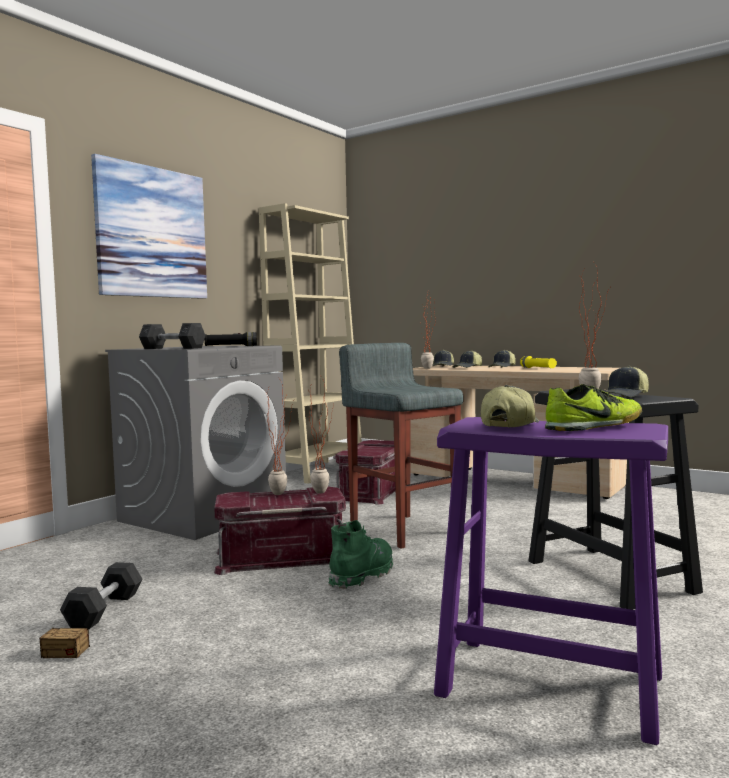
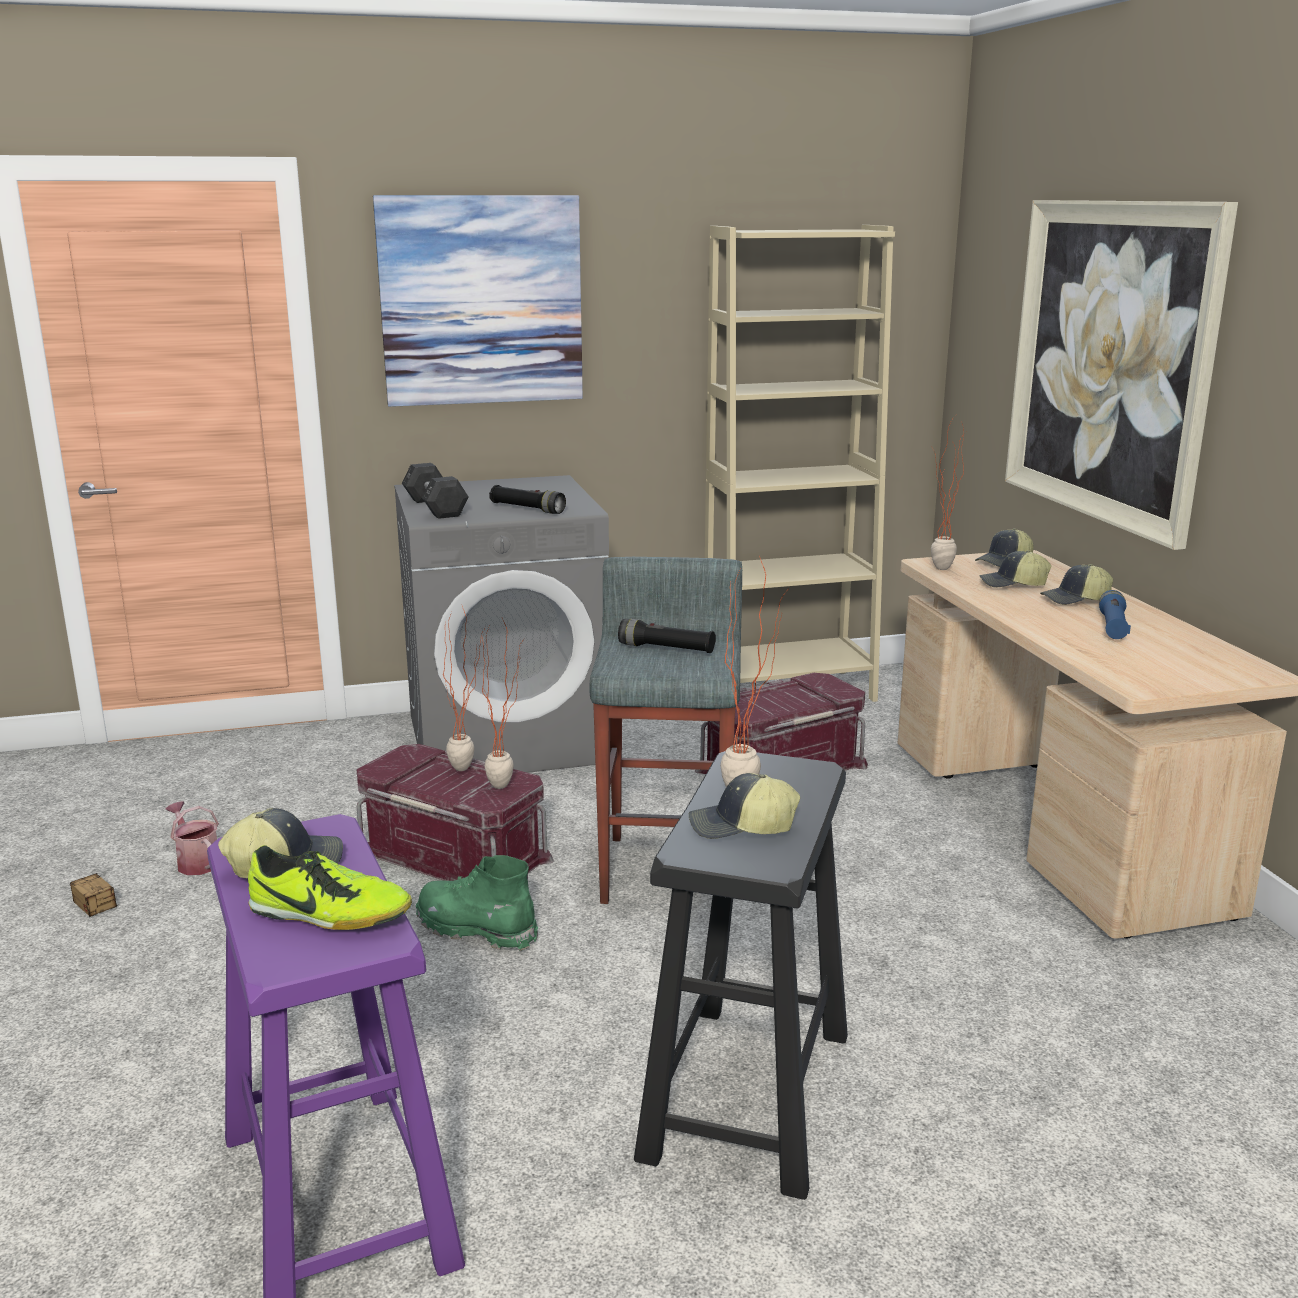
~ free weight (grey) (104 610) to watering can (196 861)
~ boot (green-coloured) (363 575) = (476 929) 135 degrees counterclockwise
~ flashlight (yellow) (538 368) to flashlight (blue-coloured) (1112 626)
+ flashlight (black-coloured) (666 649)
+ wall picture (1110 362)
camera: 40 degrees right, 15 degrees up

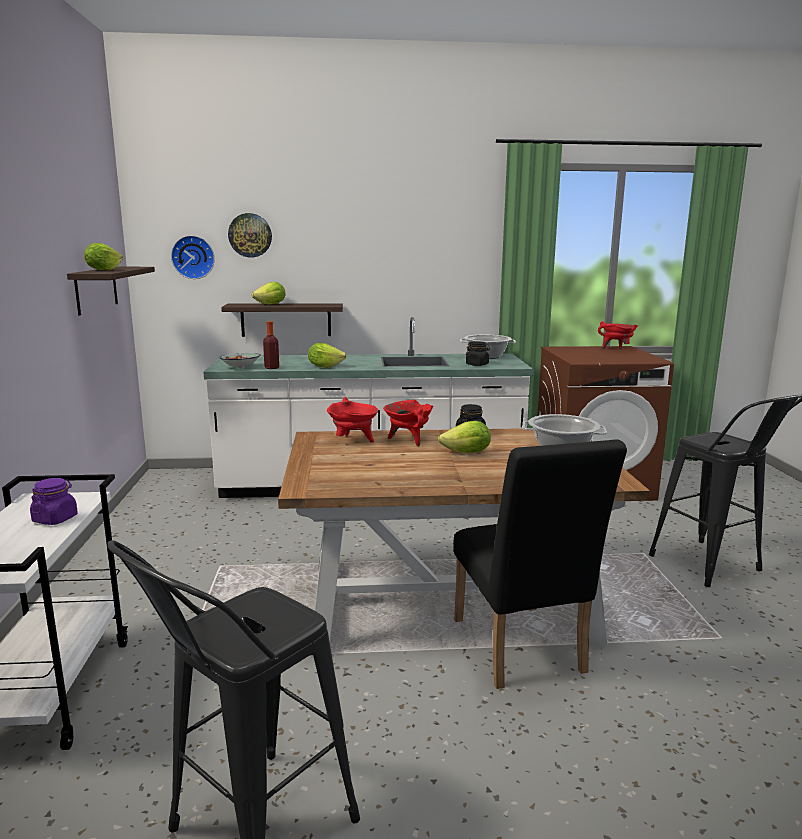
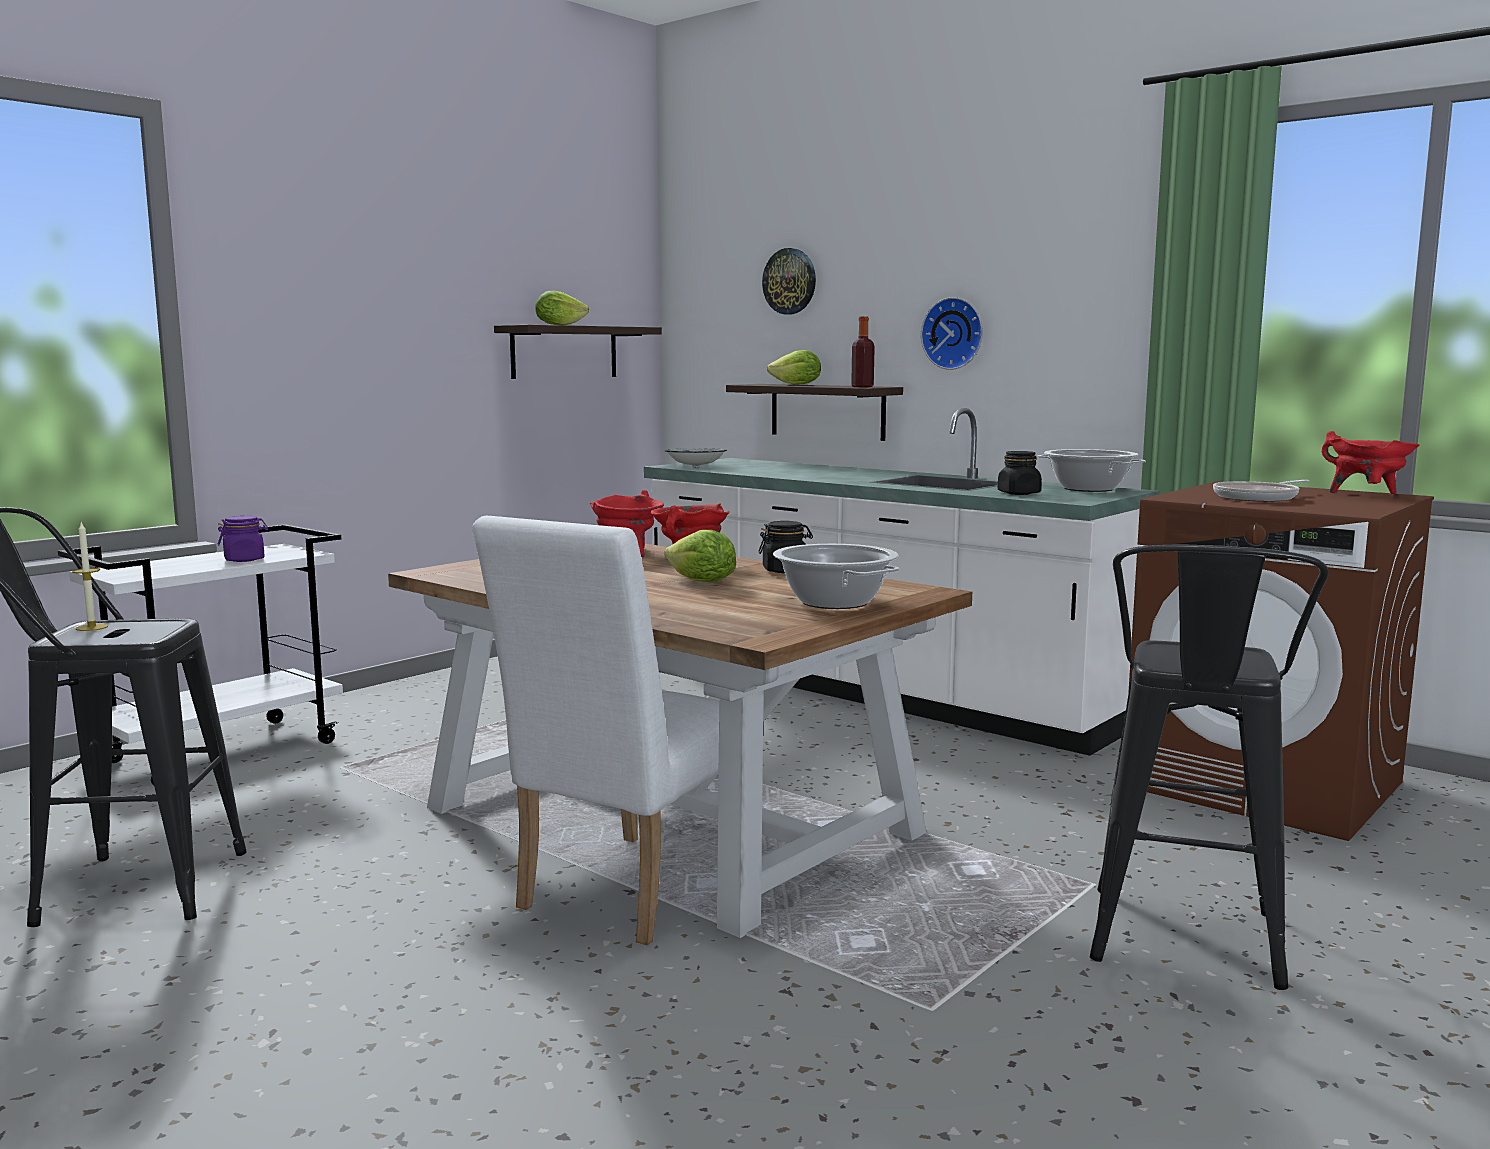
~ wall clock (193 257) to (954 333)
~ beverage bottle (271 368) to (862 387)
- lettuce (325 366)
~ plain chair (black-coloured) (521 652) to plain chair (white) (623 894)
+ candle (92 627)
+ skillet (1259 497)
camera: 45 degrees right, 5 degrees down

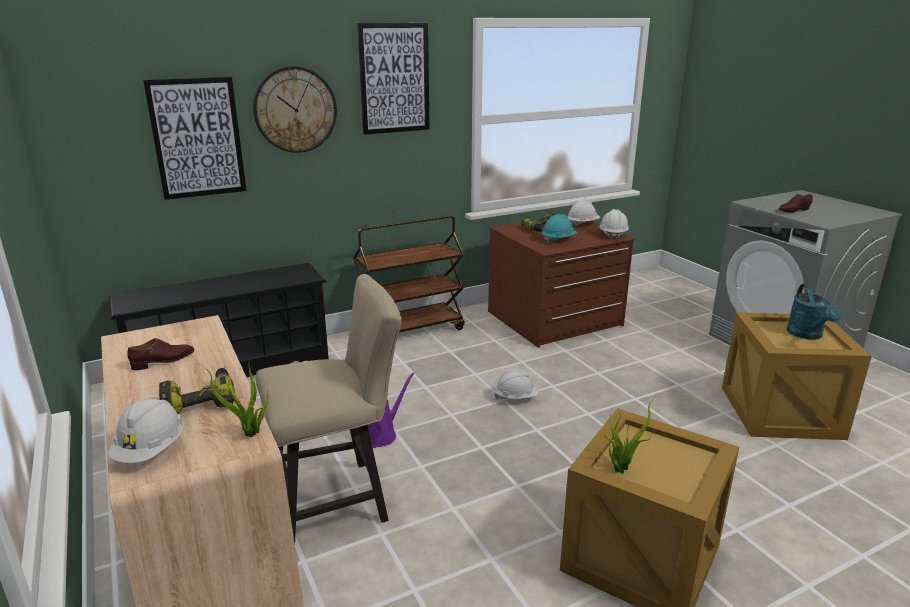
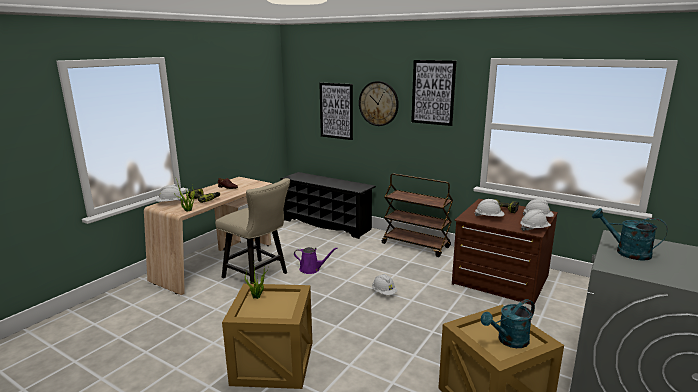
~ work helmet (turquoise-coloured) (558 240) to work helmet (white) (489 217)
~ item of footwear (brownish) (793 210) to watering can (turquoise-coloured) (626 252)
camera: 60 degrees right, 5 degrees down

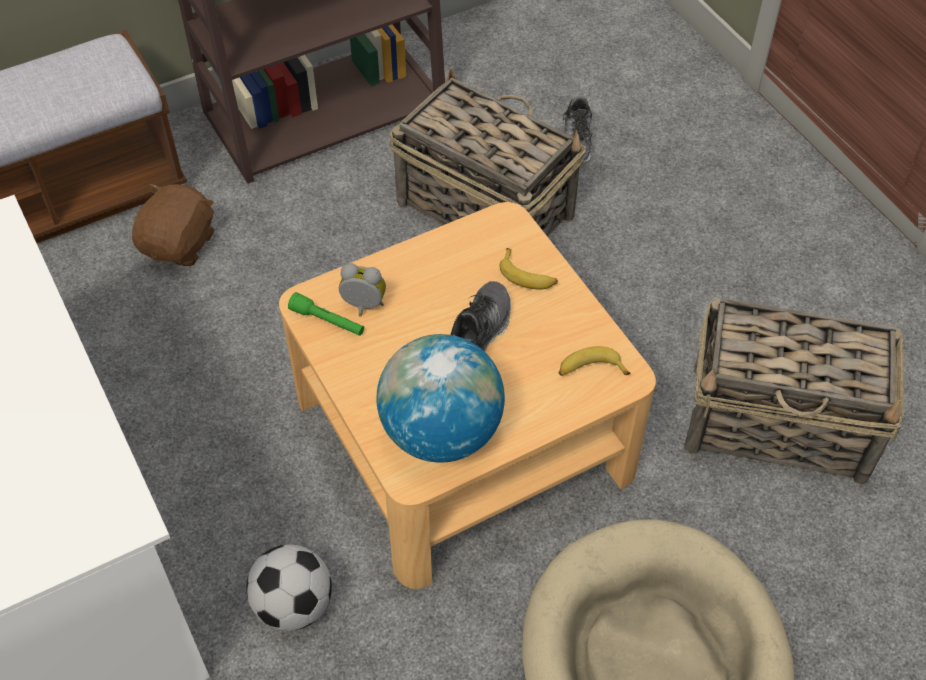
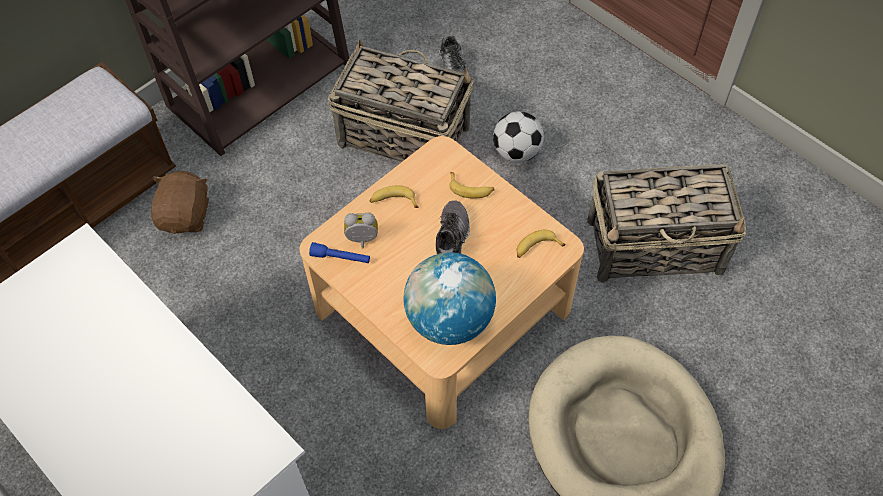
~ football (294 605) to (517 152)
~ flashlight (green-coloured) (327 321) to flashlight (blue-coloured) (340 258)
+ banana fruit (393 201)
camera: 15 degrees left, 5 degrees up

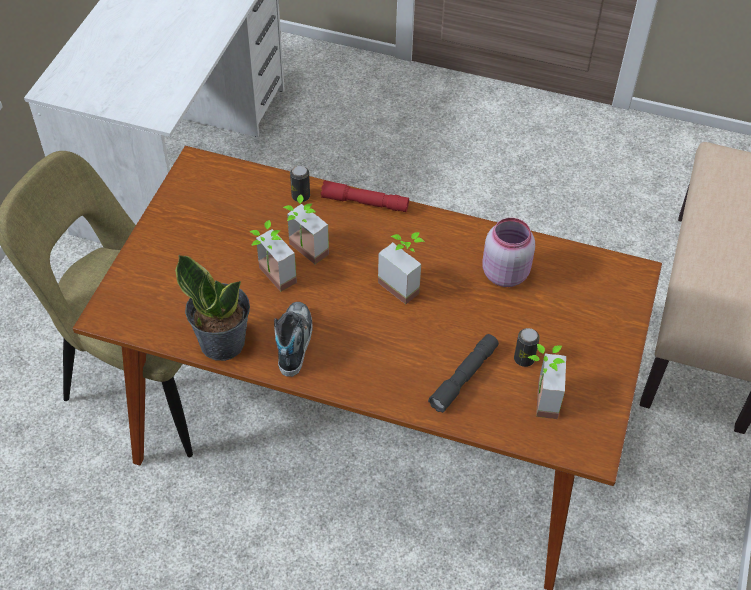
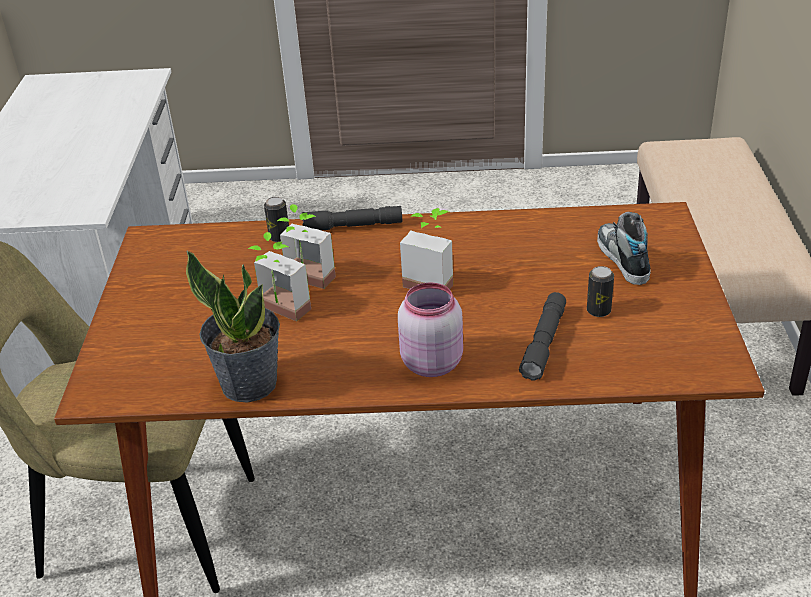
~ item of footwear (294 342) to (622 259)
~ flashlight (red) (365 202) to flashlight (grey) (353 226)
~ preserve jar (pink-coloured) (505 272) to (431 362)
- houseplant (538 399)
camera: 15 degrees left, 15 degrees down

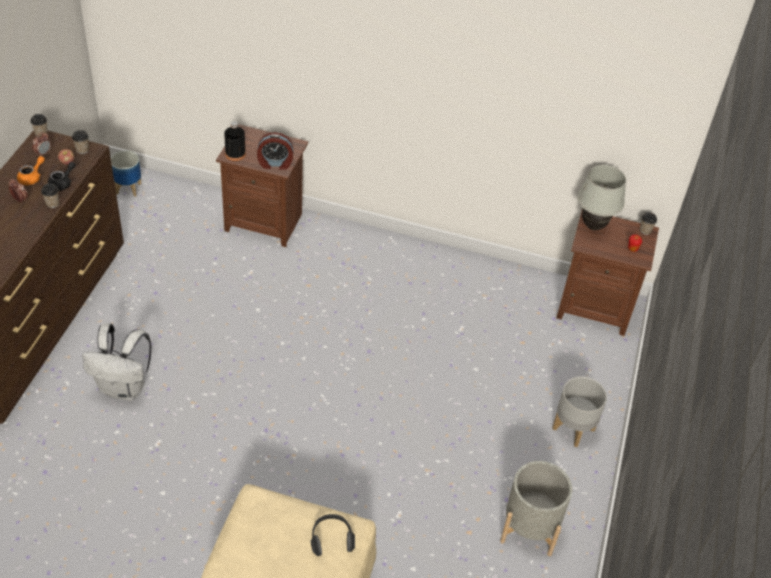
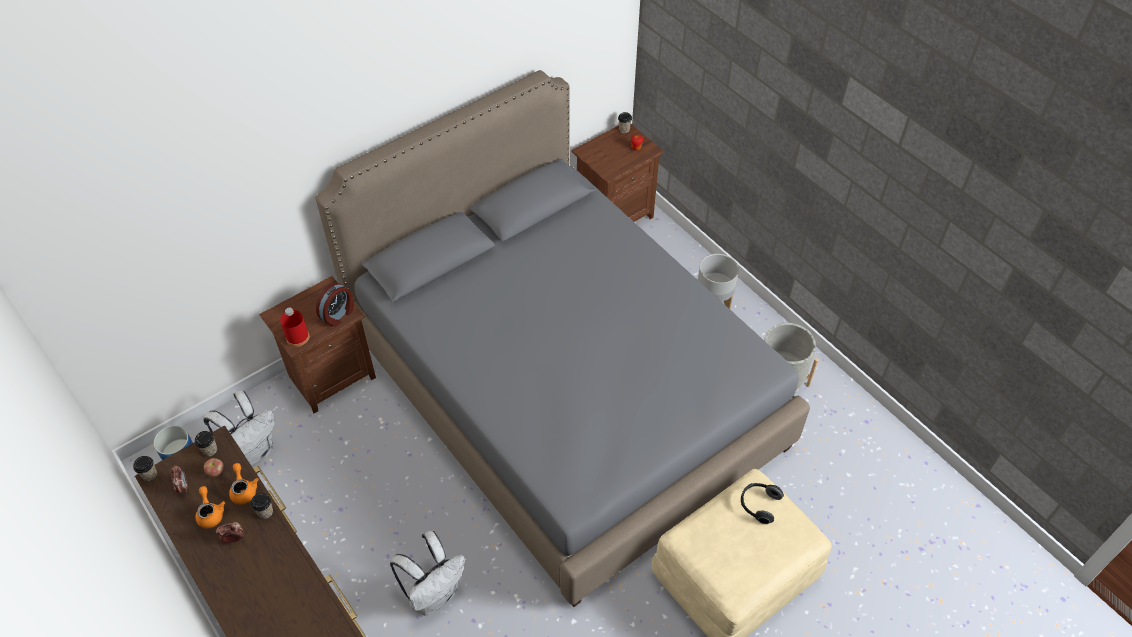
~ tea pot (black-coloured) (63 183) to tea pot (orange) (244 490)
~ beverage bottle (black-coloured) (235 154) to beverage bottle (red) (298 337)
- lamp for a table (white) (593 226)
+ backpack (white) (252 452)
+ bed (grey) (565 391)
camera: 50 degrees left, 5 degrees up

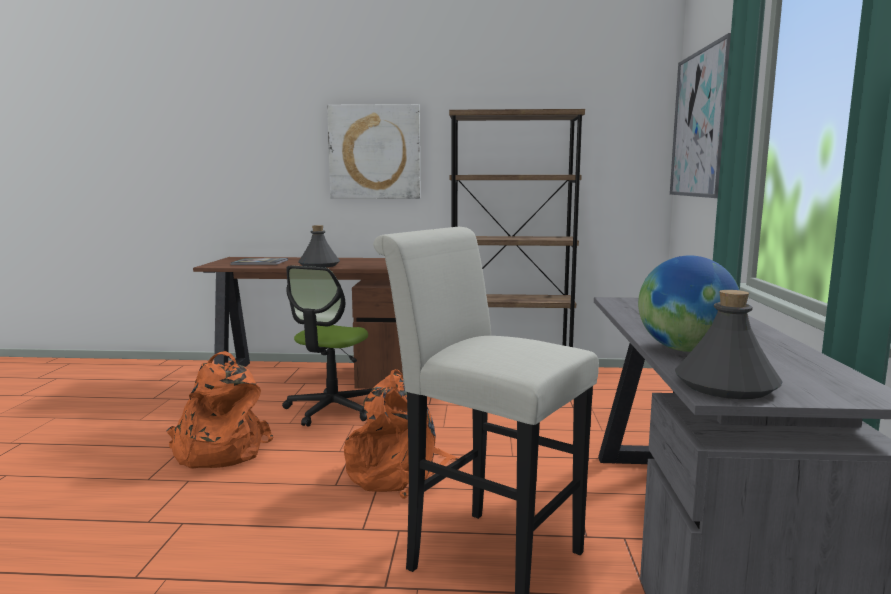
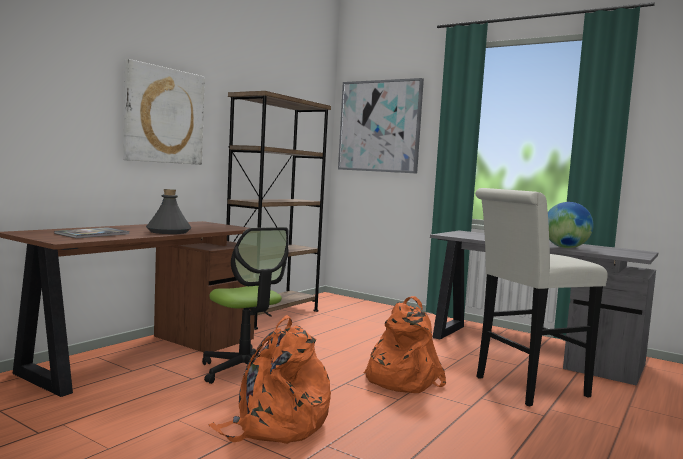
- beverage bottle (grey) (726 385)
camera: 60 degrees left, 5 degrees down

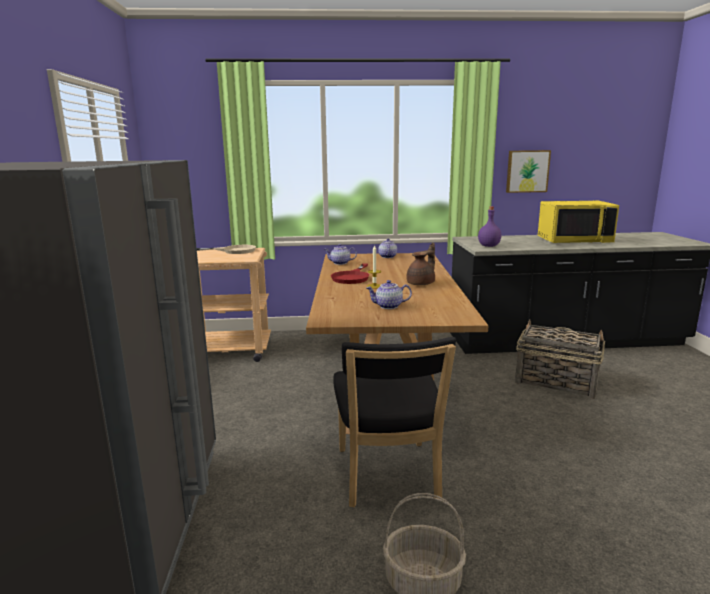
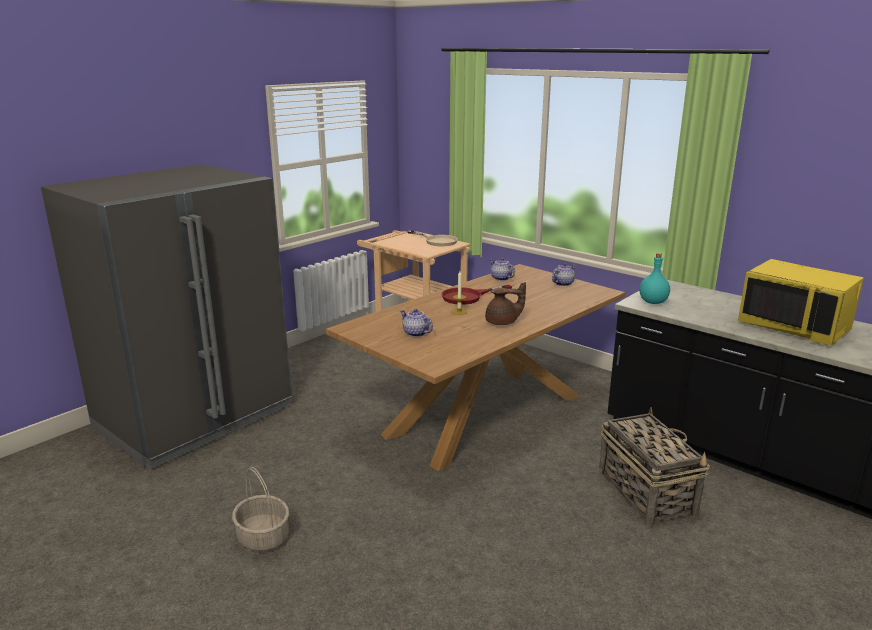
- plain chair (black-coloured) (388 477)
~ beverage bottle (purple-coloured) (488 246) to beverage bottle (turquoise-coloured) (652 302)
- wall picture (527 171)
camera: 45 degrees right, 5 degrees up

